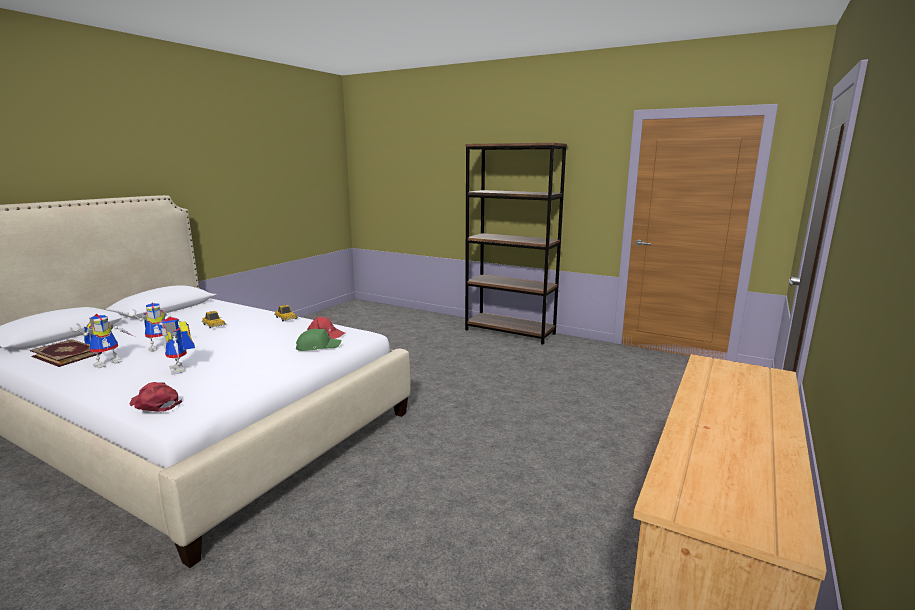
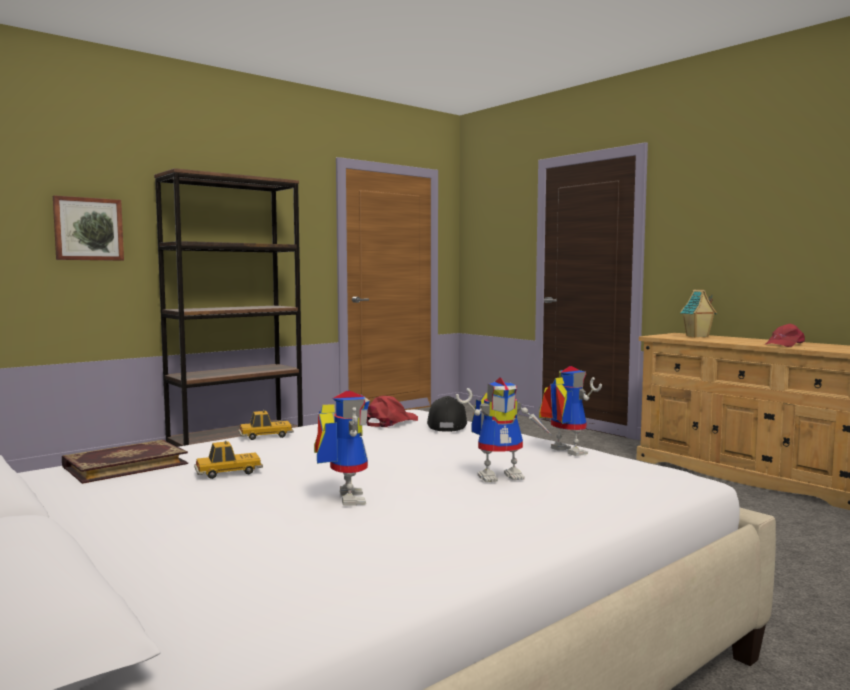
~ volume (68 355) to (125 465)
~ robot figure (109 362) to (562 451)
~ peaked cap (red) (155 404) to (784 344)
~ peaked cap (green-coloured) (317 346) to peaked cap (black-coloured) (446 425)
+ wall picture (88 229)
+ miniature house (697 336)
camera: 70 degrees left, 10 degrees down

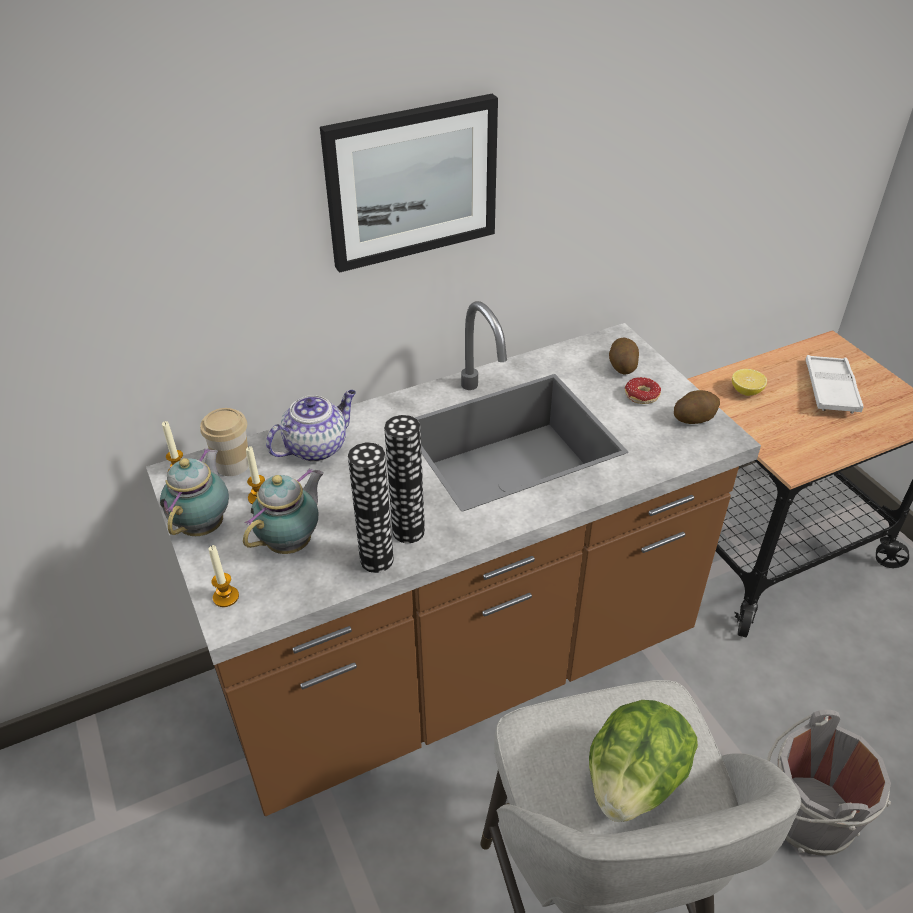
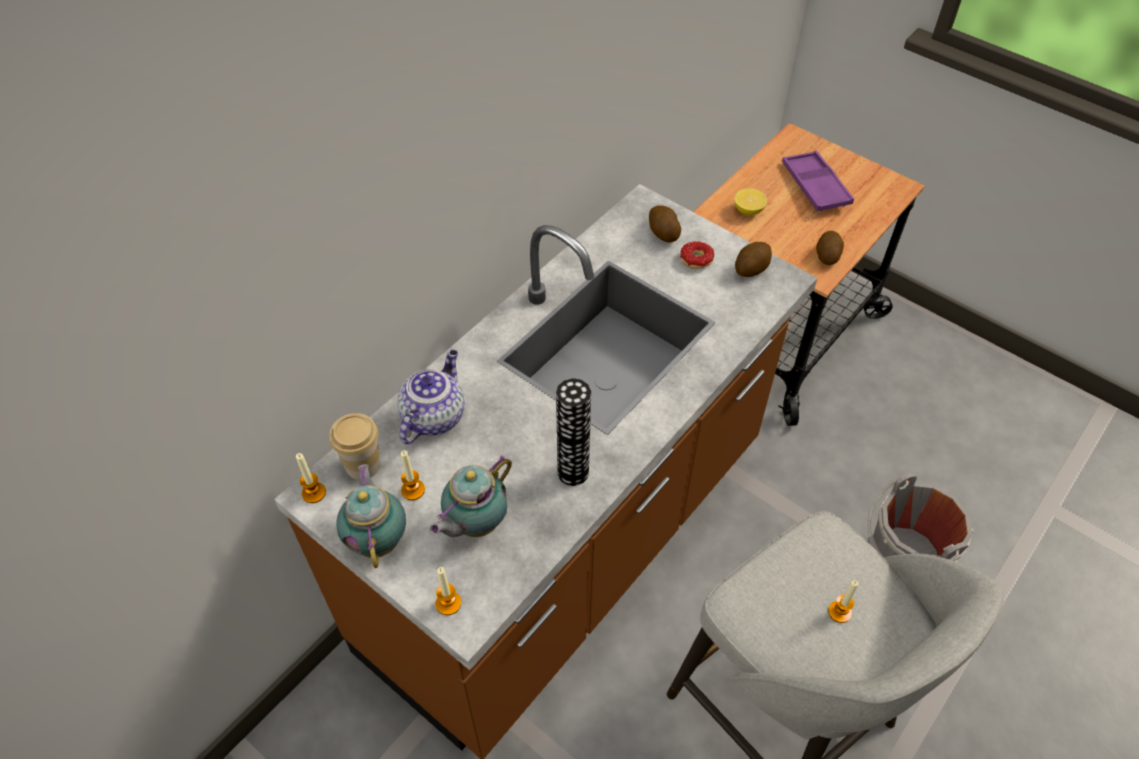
~ tea pot (292 542) = (474 524) 150 degrees counterclockwise
- wall picture (411 182)
- flower vase (376 560)
~ lettuce (634 781) to candle (839 612)
~ serving tray (white) (830 389) to serving tray (purple-coloured) (815 186)
+ potato (827 255)
camera: 25 degrees left, 10 degrees up

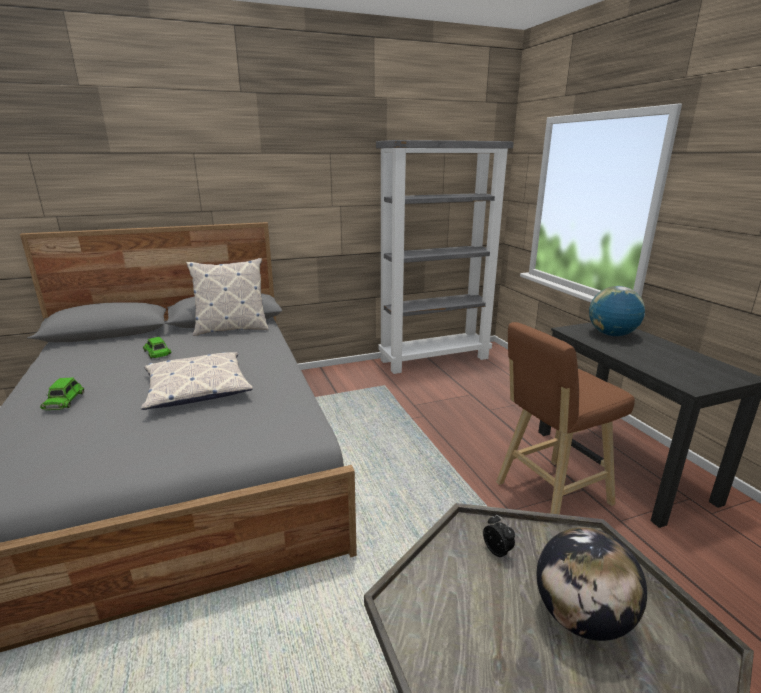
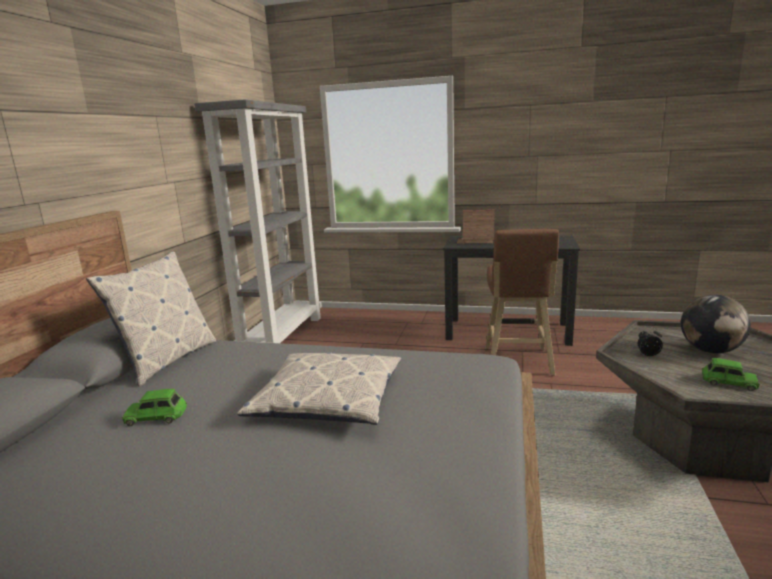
~ model car (green-coloured) (64 401) to (728 382)
~ desk globe (611 334) to miniature house (476 241)
camera: 55 degrees left, 5 degrees down

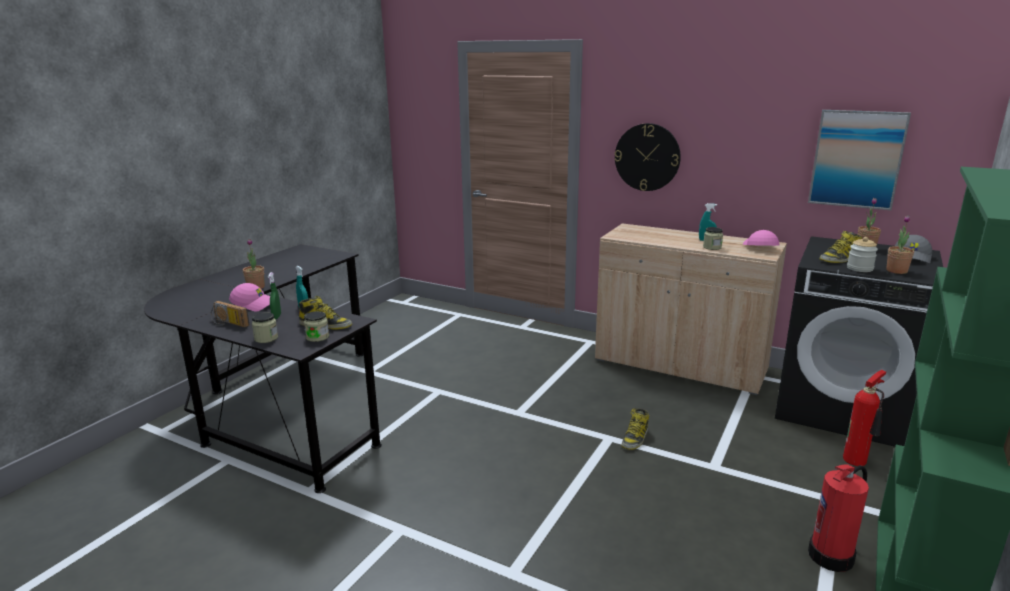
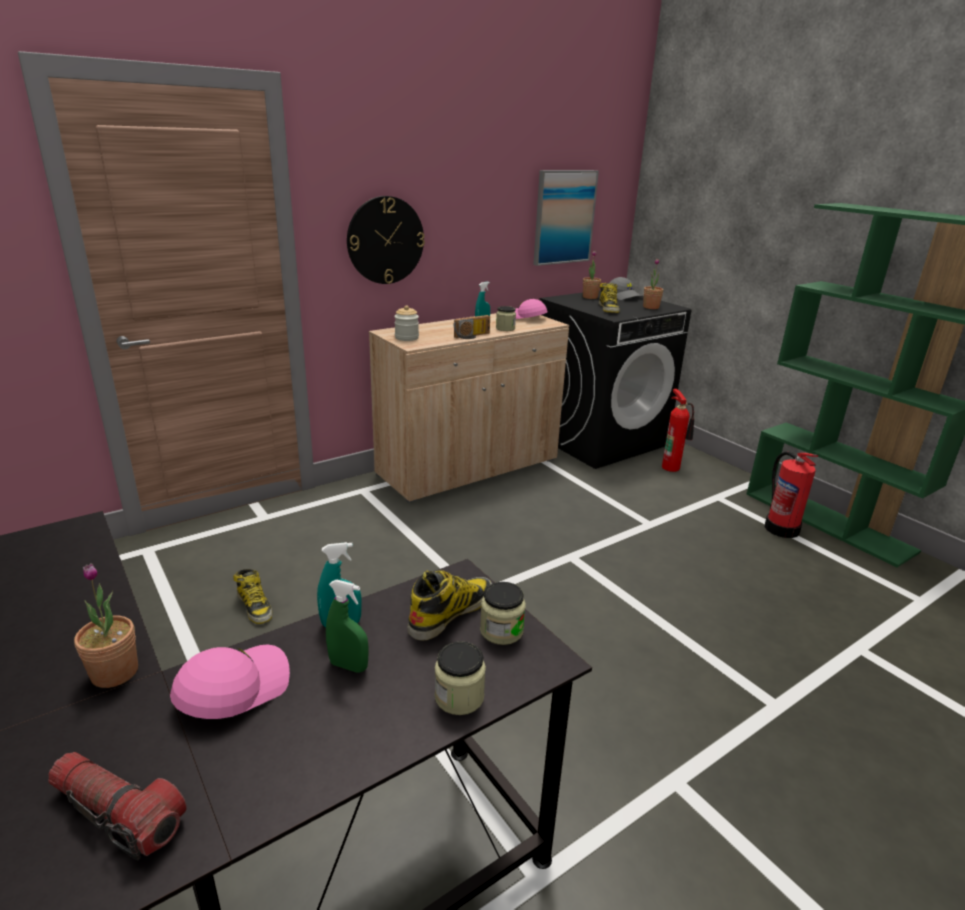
~ radio receiver (228 324) to (472 336)
~ boot (635 438) to (255 606)
~ preserve jar (859 268) to (406 338)
+ flashlight (117 813)
camera: 65 degrees left, 5 degrees up

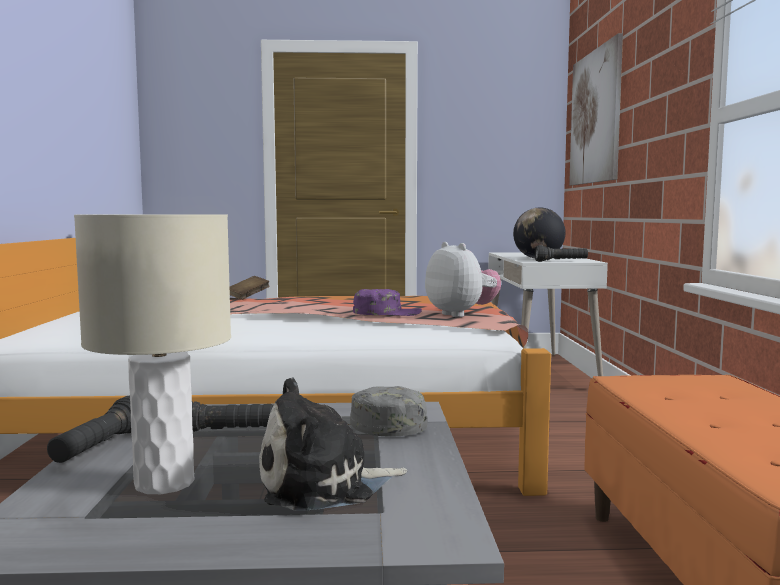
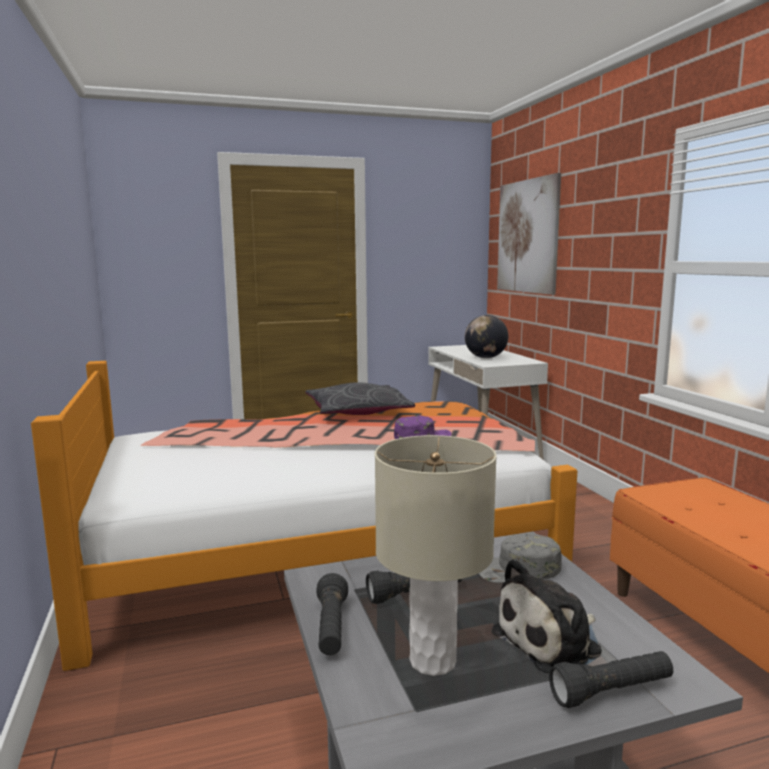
- volume (brownish) (248 297)
- plush toy (461 314)
~ flashlight (black-coloured) (561 261) to (611 692)
+ cushion (grey) (358 412)
camera: 15 degrees left, 5 degrees up

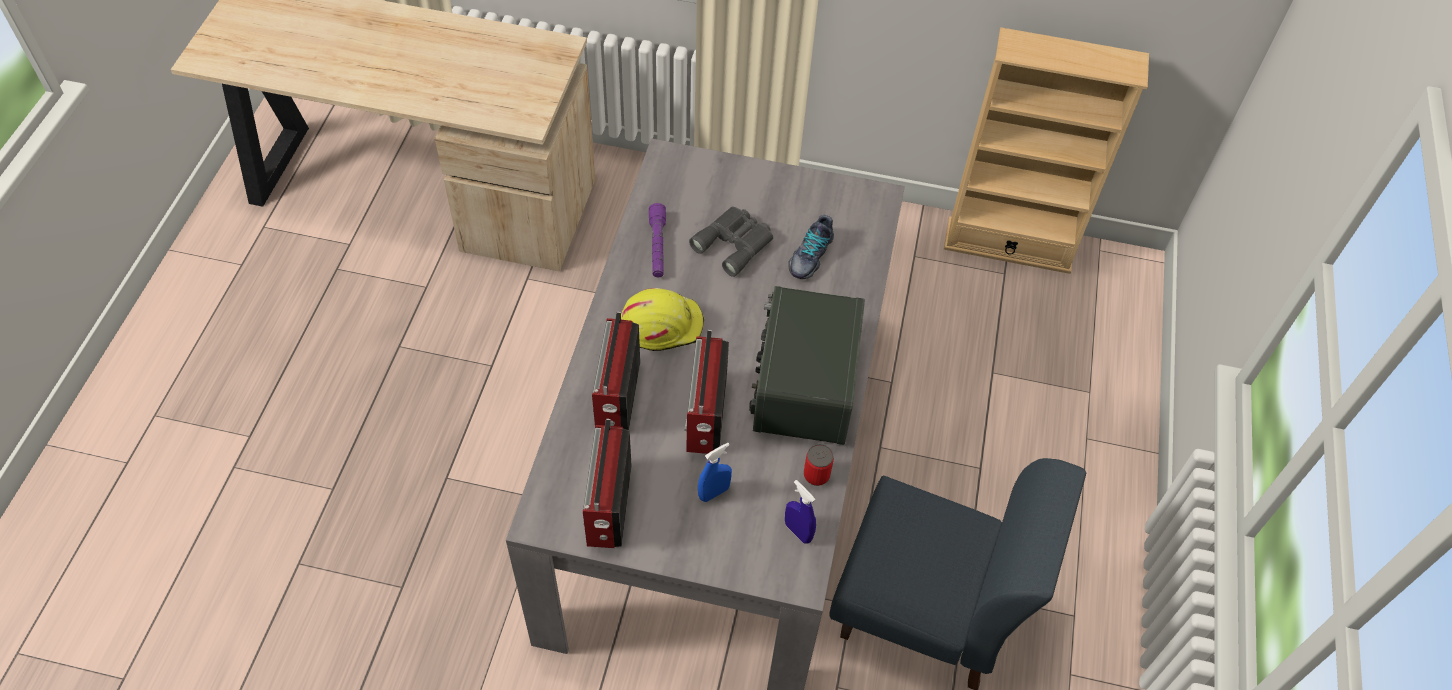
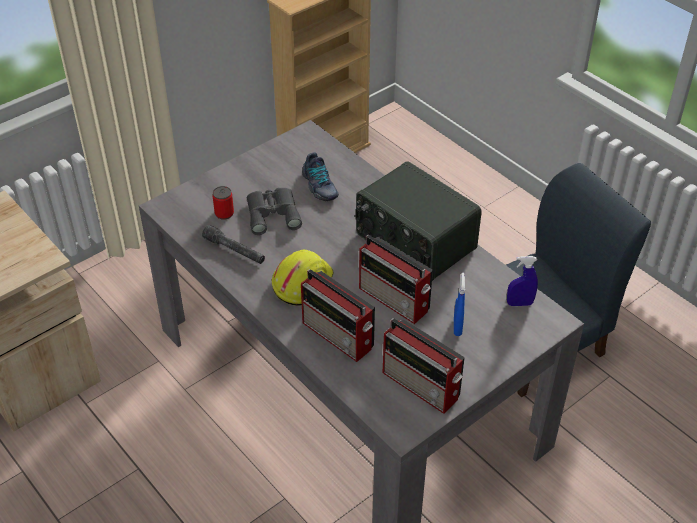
~ flashlight (purple-coloured) (657 246) to flashlight (grey) (234 250)
~ can (816 475) to (224 213)
camera: 50 degrees left, 10 degrees down

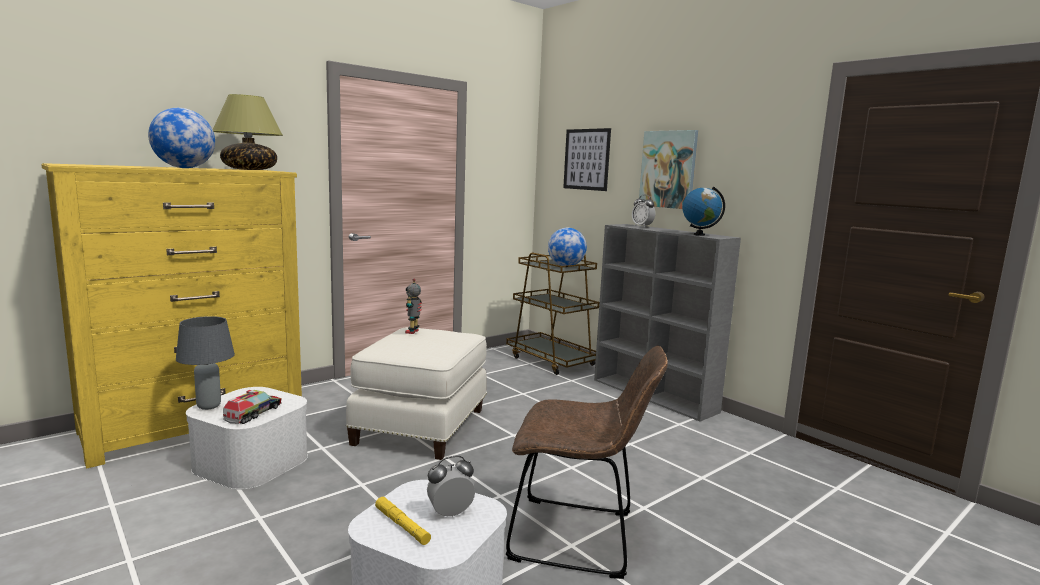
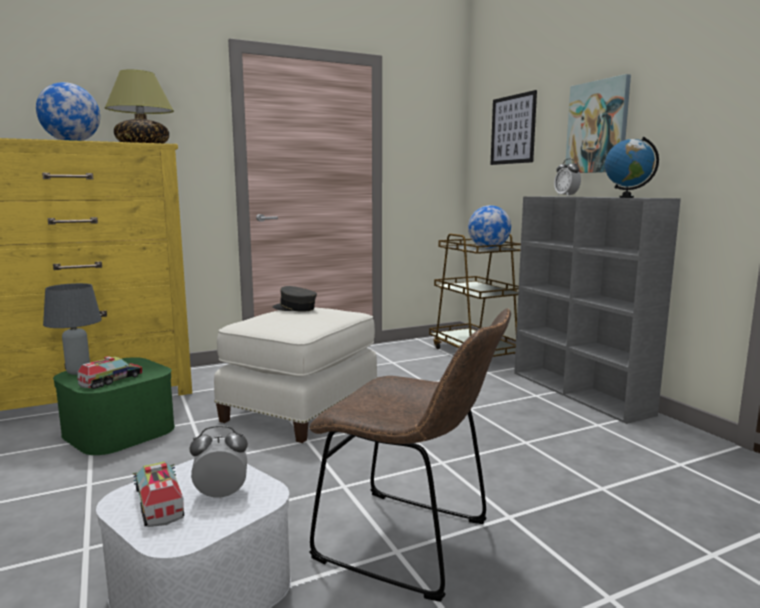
~ storage container (white) (250 462) to storage container (green-coloured) (118 430)
~ flashlight (yellow) (402 525) to toy lorry (158 502)
~ robot figure (413 332) to peaked cap (grey) (294 308)
camera: 15 degrees right, 0 degrees up

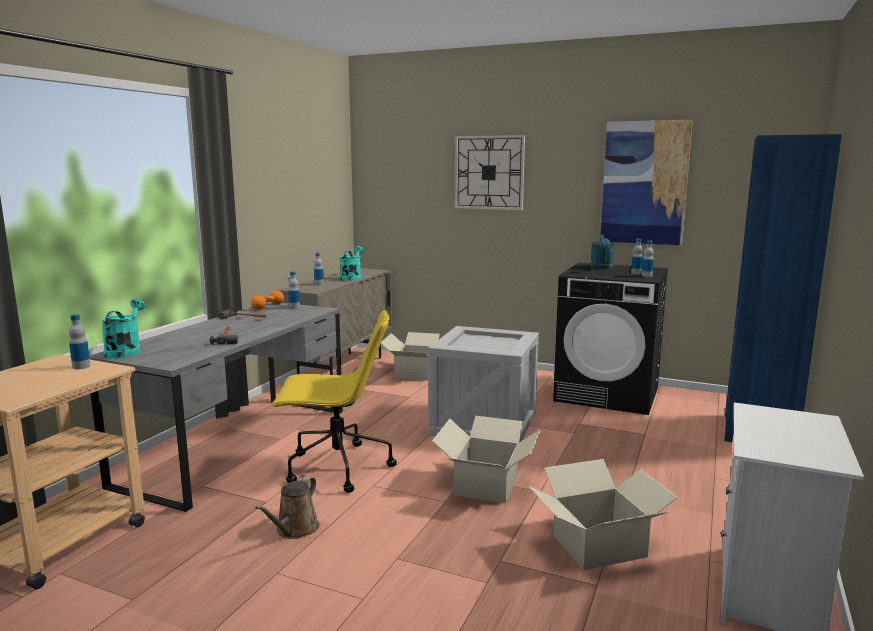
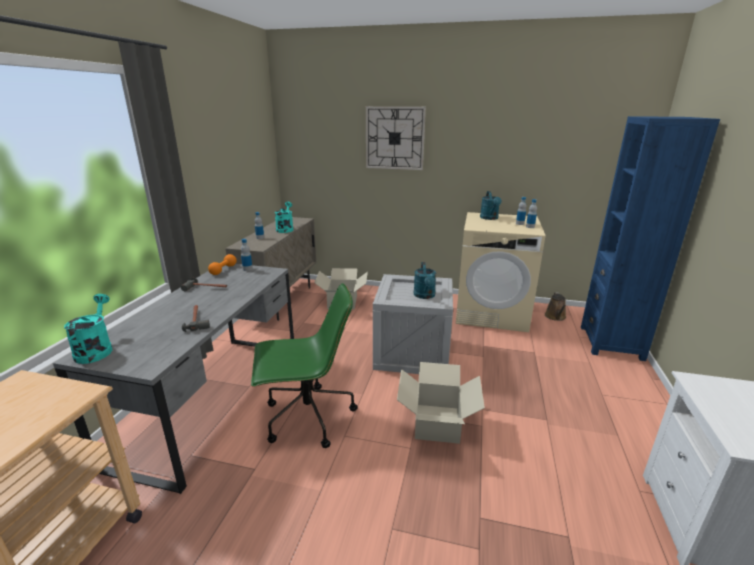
- beverage bottle (81 366)
~ watering can (brownish) (295 530) to (555 317)
~ computer chair (yellow) (336 468) to computer chair (green-coloured) (307 417)
- cardboard box (598 545)
~ laundry machine (black-coloured) (608 394) to laundry machine (beige) (492 313)
- wall picture (644 183)
+ watering can (turquoise-coloured) (425 296)
camera: 10 degrees left, 10 degrees up

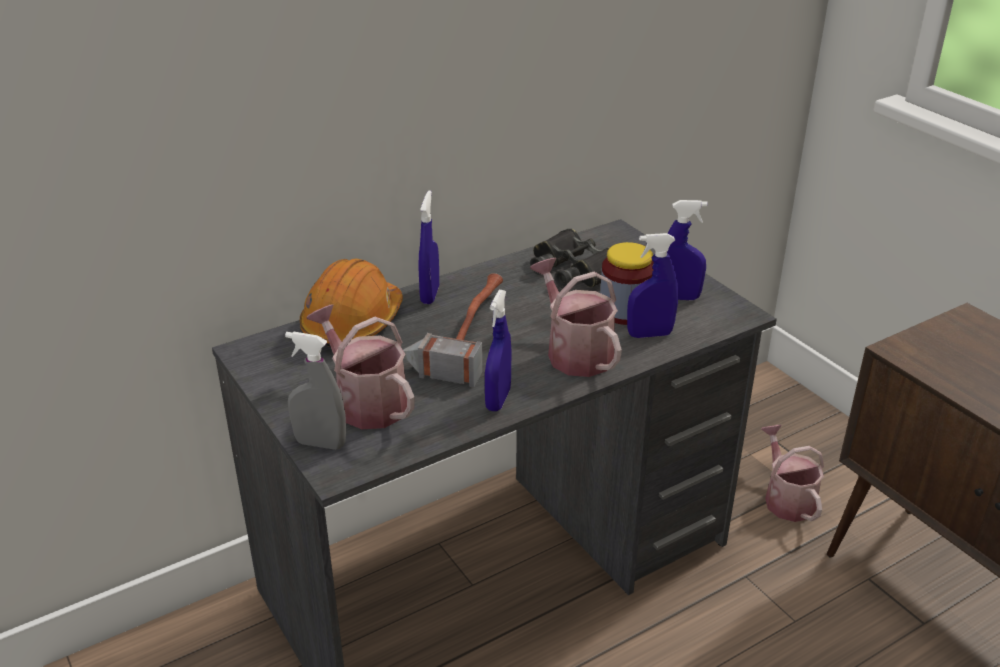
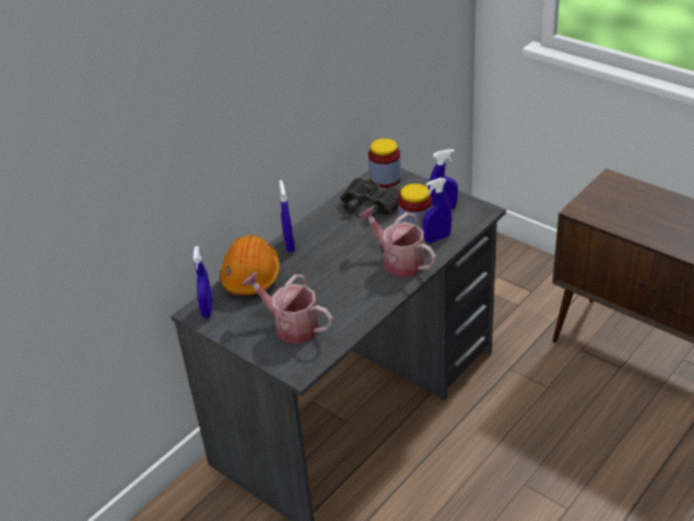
- spray bottle (grey) (320 443)
- hand hammer (462 333)
~ spray bottle (blue-coloured) (498 400) to (207 309)
- watering can (786 498)
+ preserve jar (385 179)
camera: 15 degrees left, 5 degrees up

